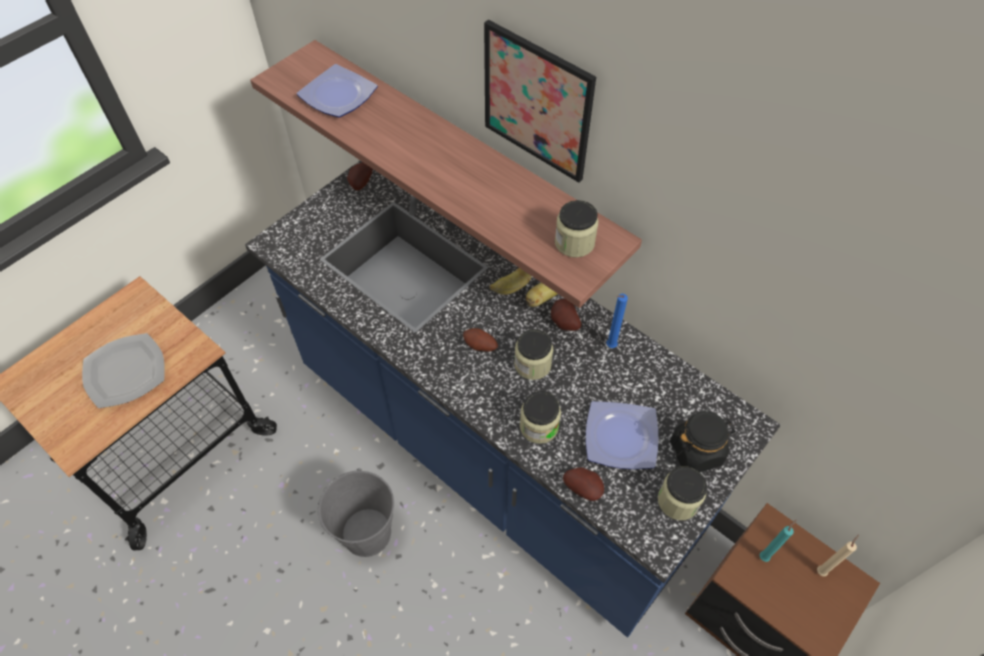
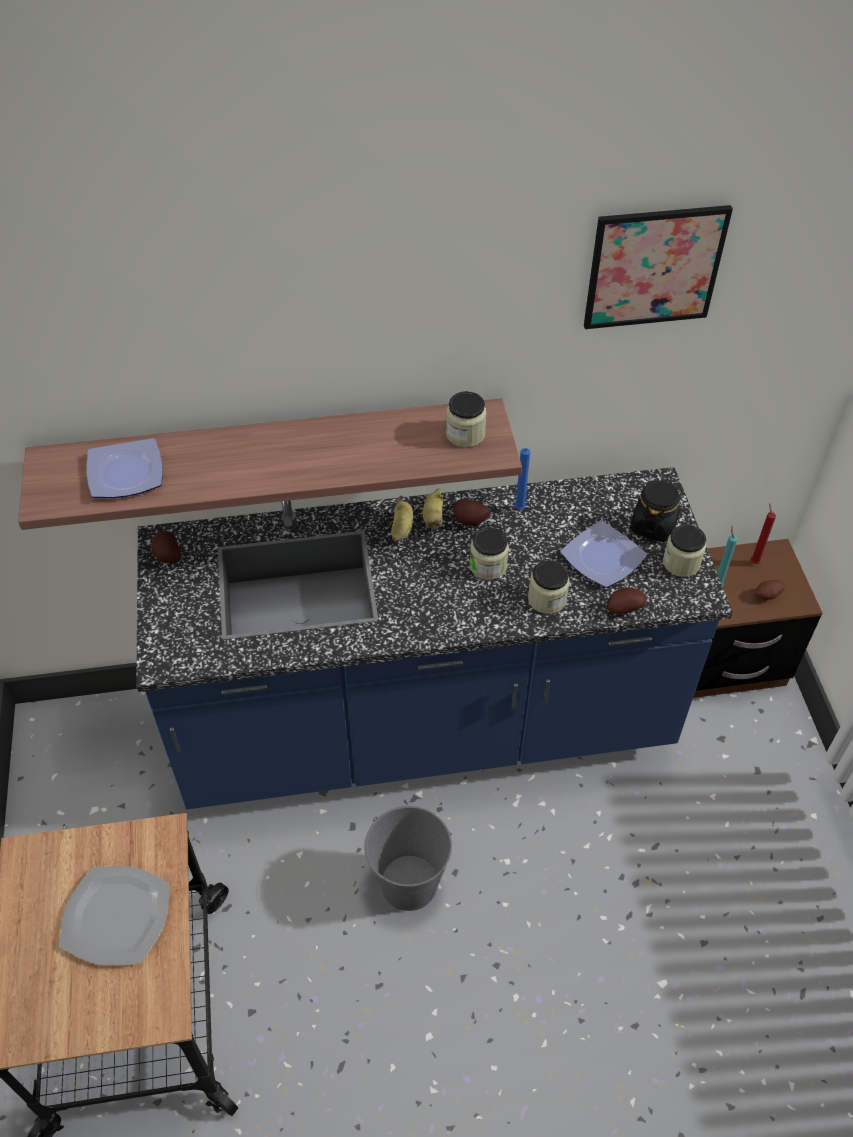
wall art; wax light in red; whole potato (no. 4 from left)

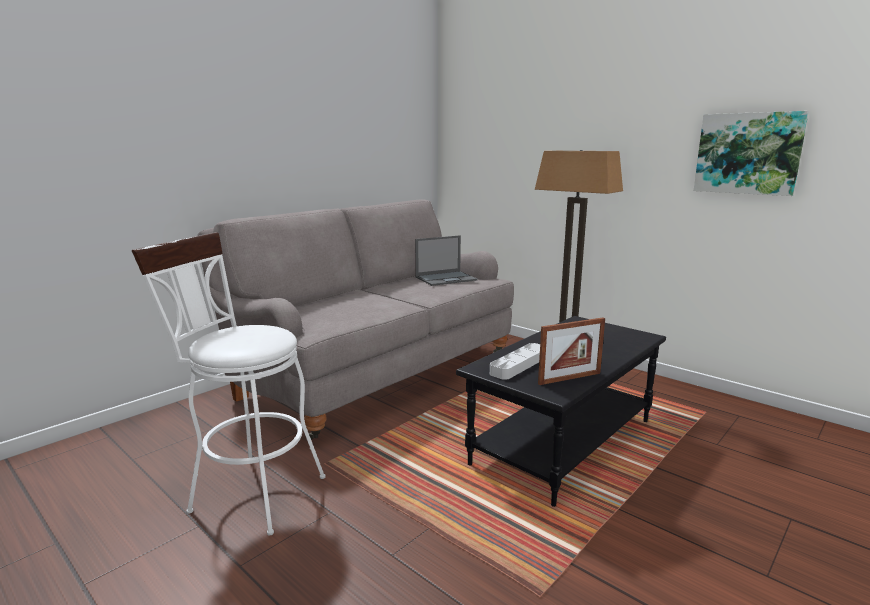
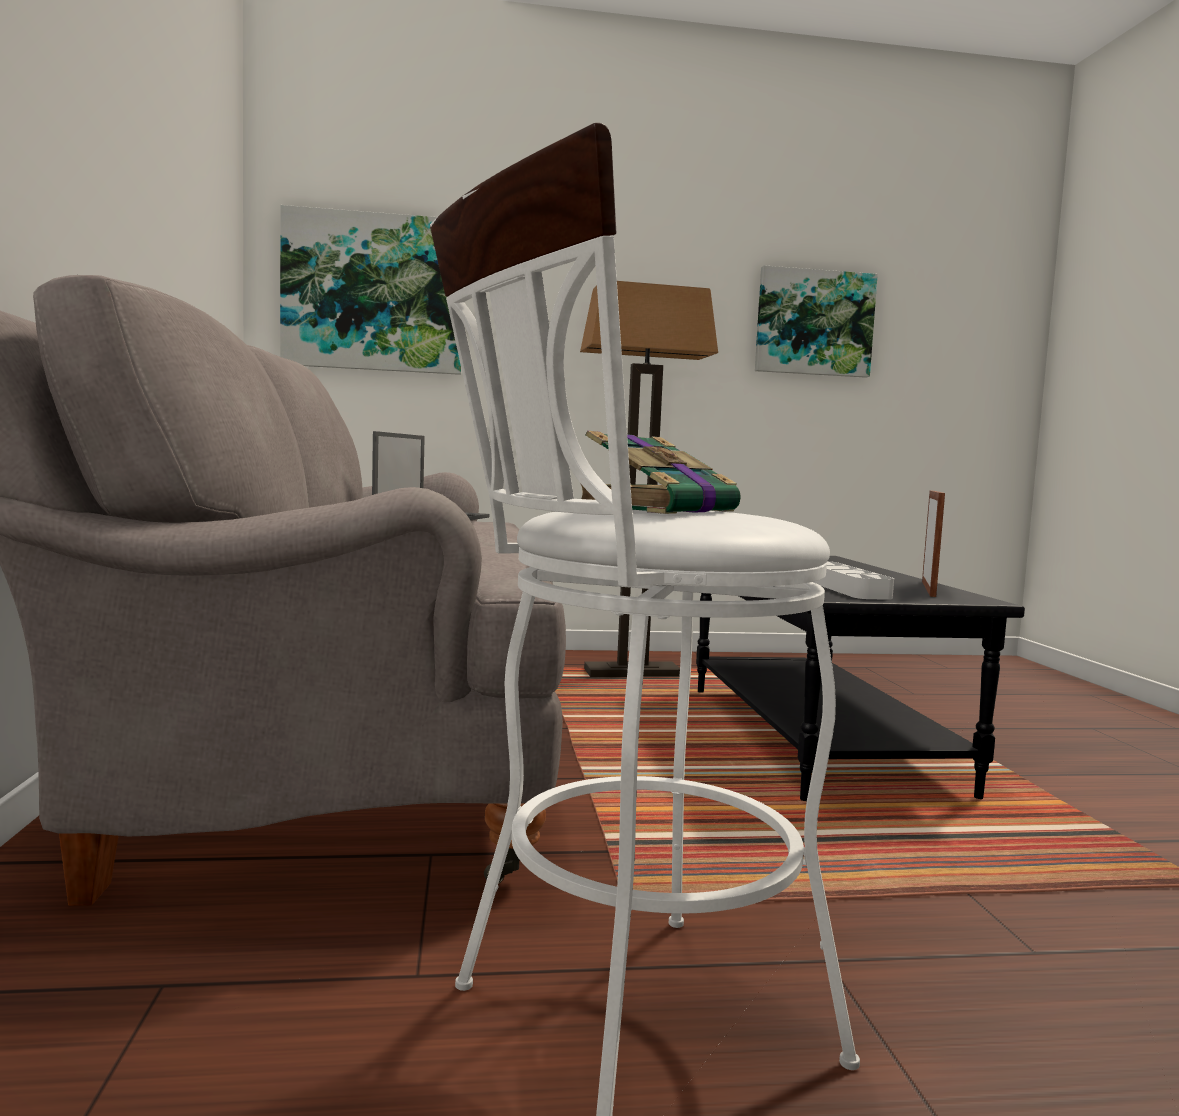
wall art (no. 1 from left); book

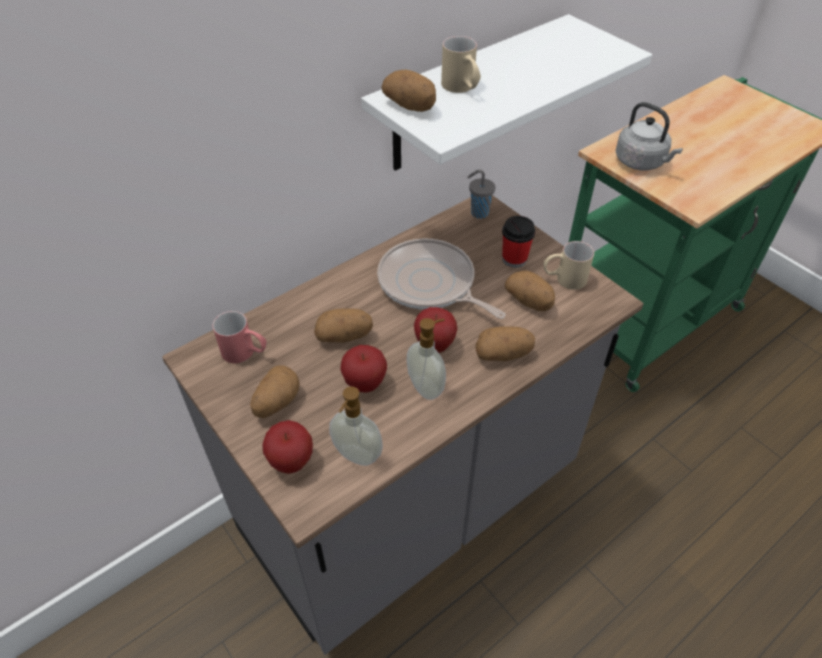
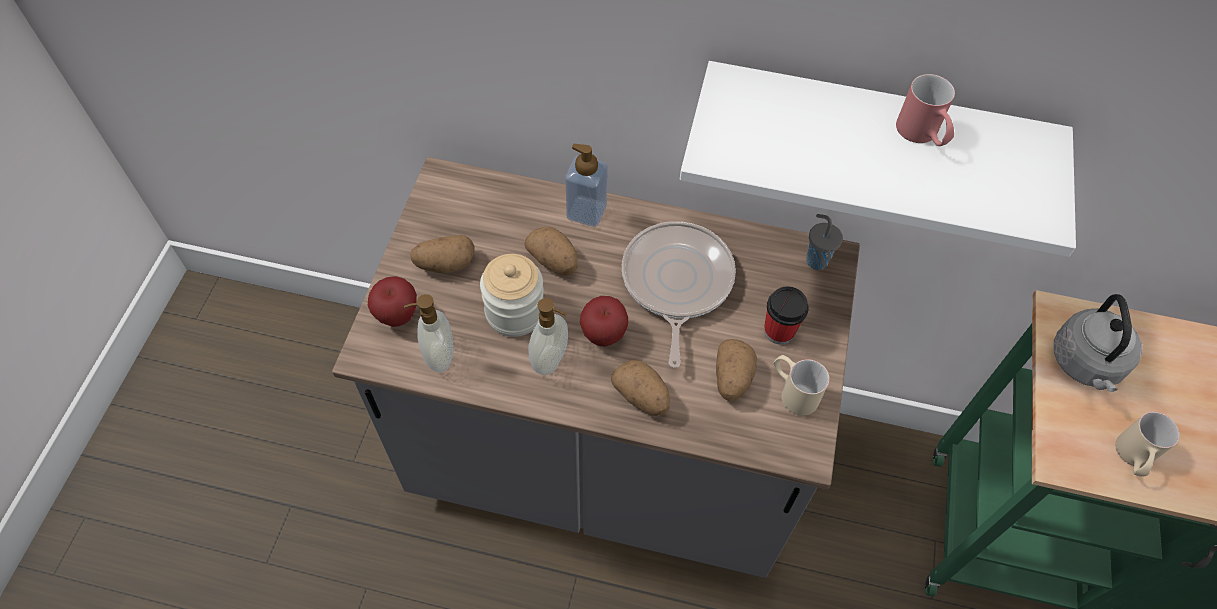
preserve jar; liquid soap bottle (no. 3 from left); tea mug in red; tea mug in beige (no. 2 from left); whole potato (no. 3 from left in the first image)

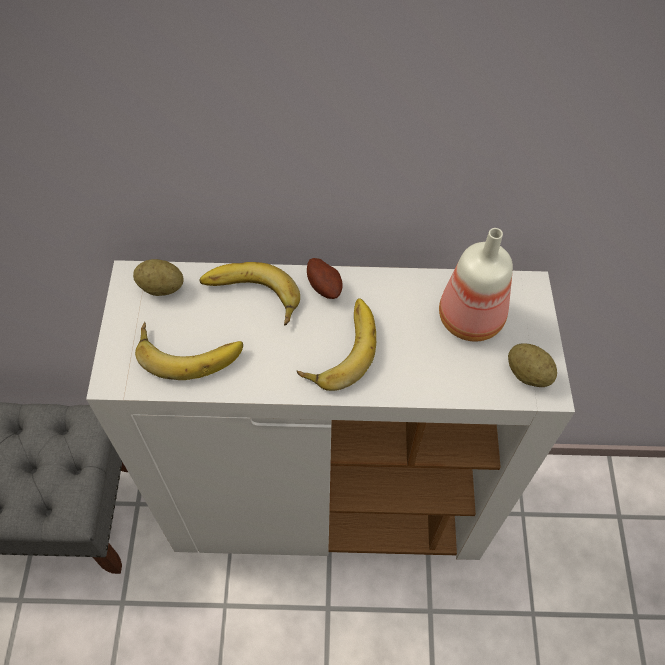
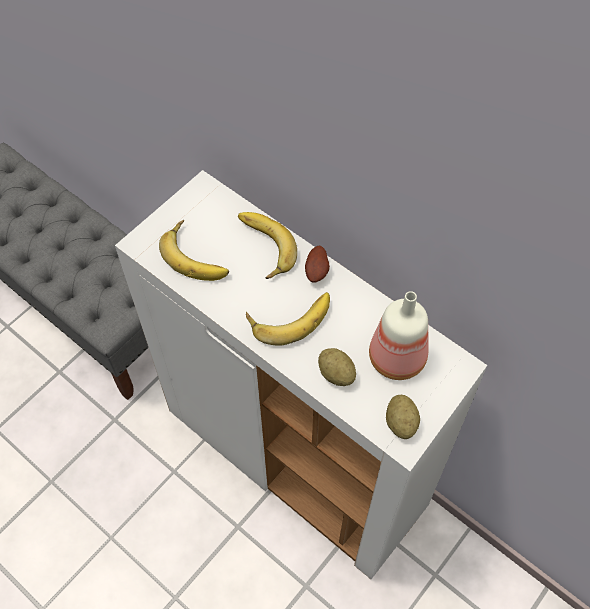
whole potato (no. 2 from left)

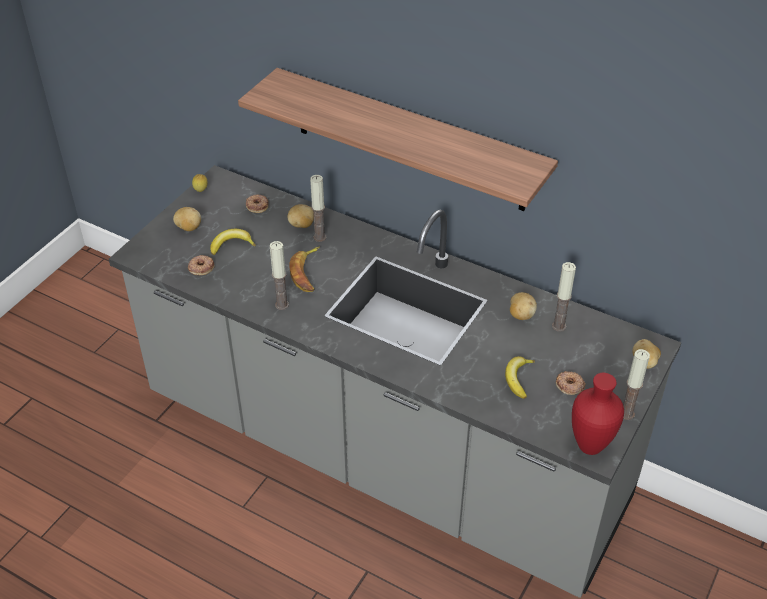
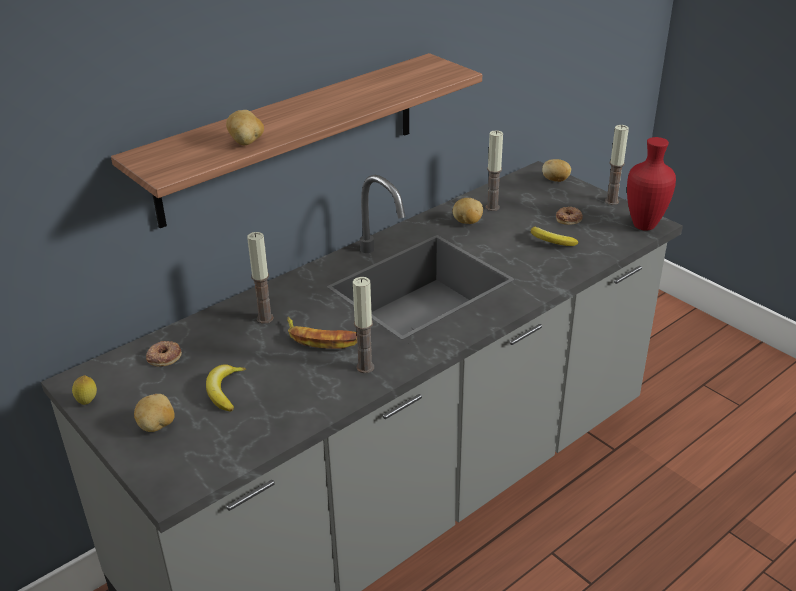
whole potato (no. 2 from left); doughnut (no. 1 from left in the first image)

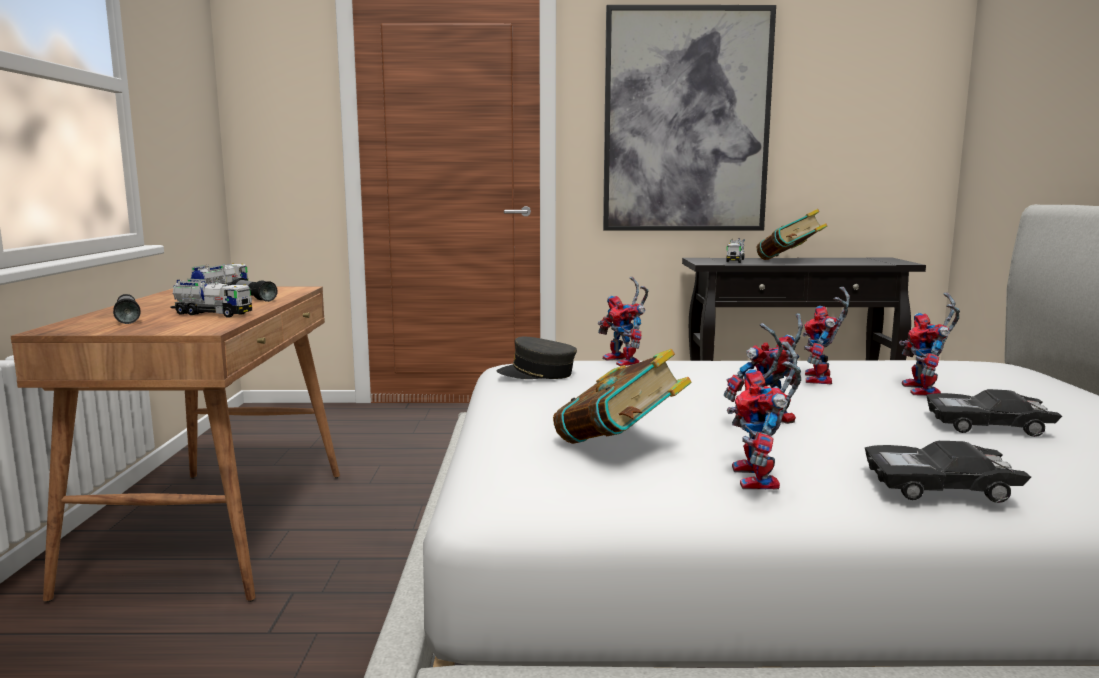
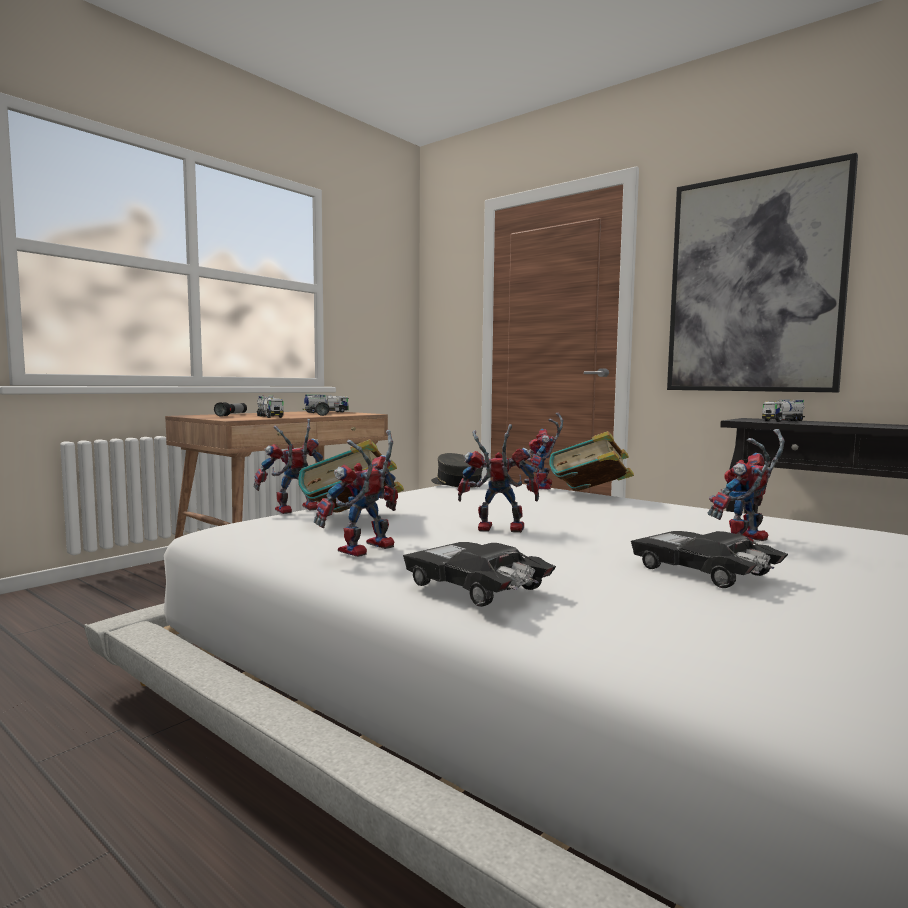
robot figure (no. 1 from left); book (no. 2 from left)

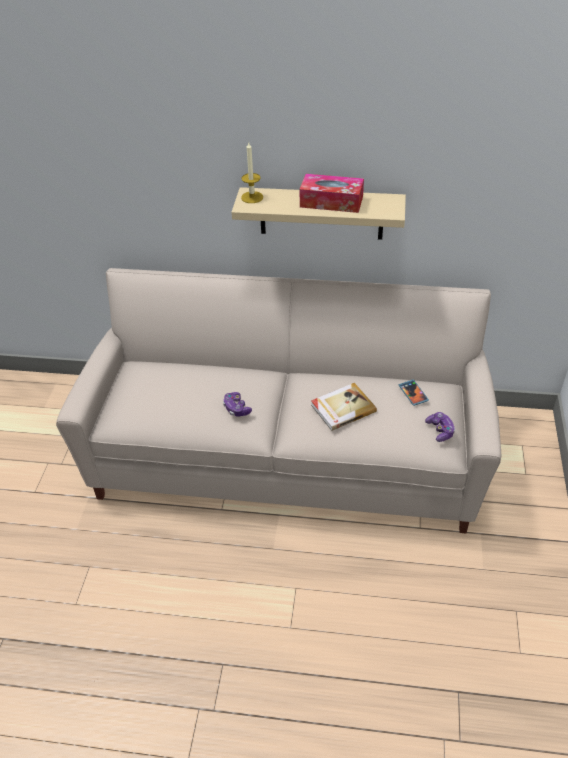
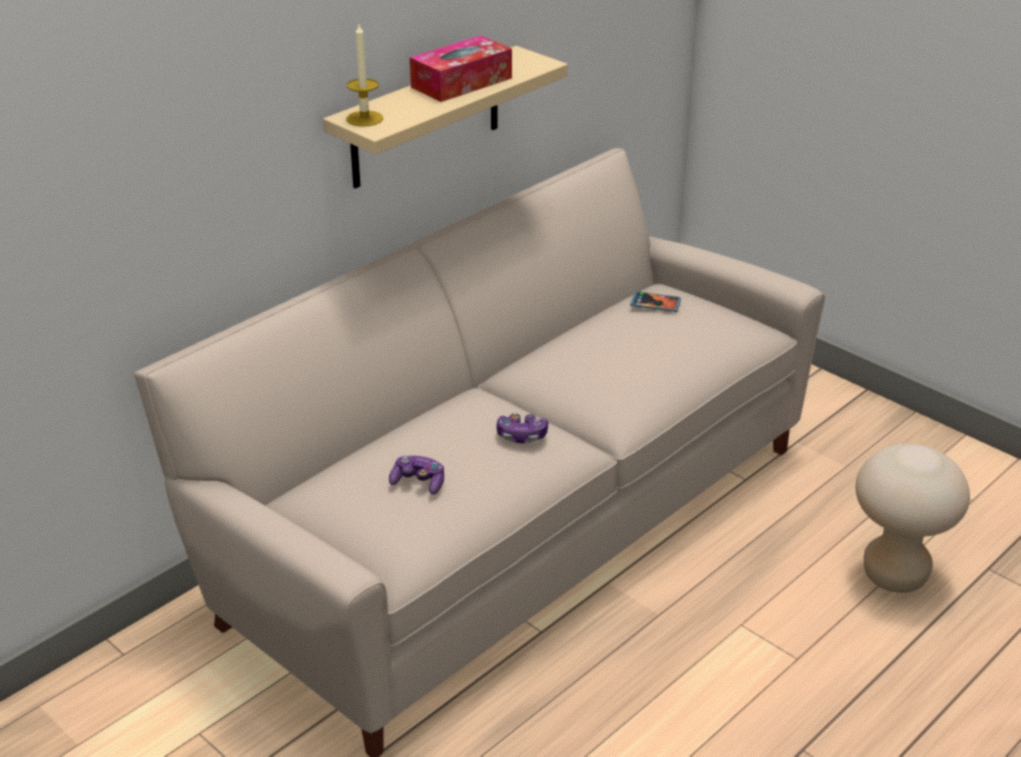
gamepad (no. 1 from left); stool in beige; book

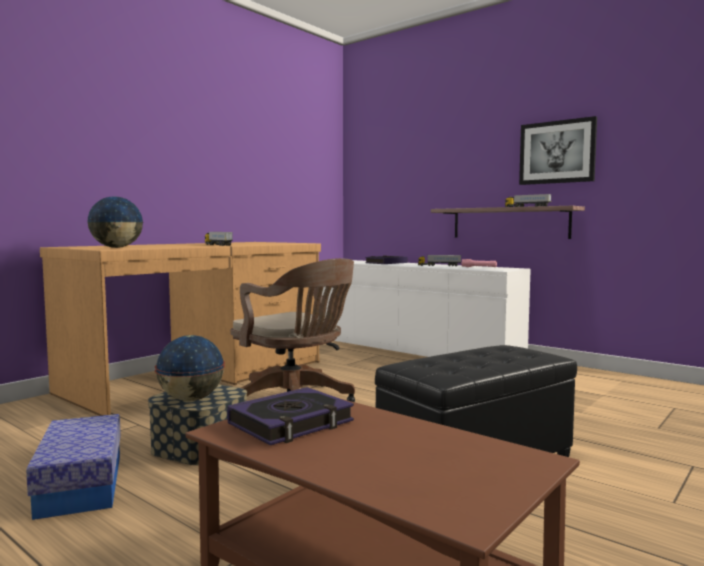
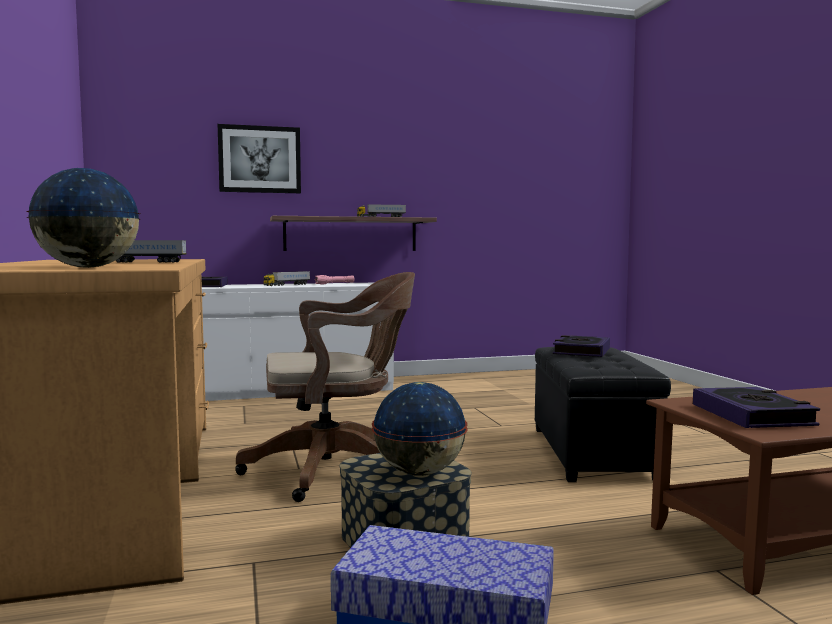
wall art; book (no. 2 from left)

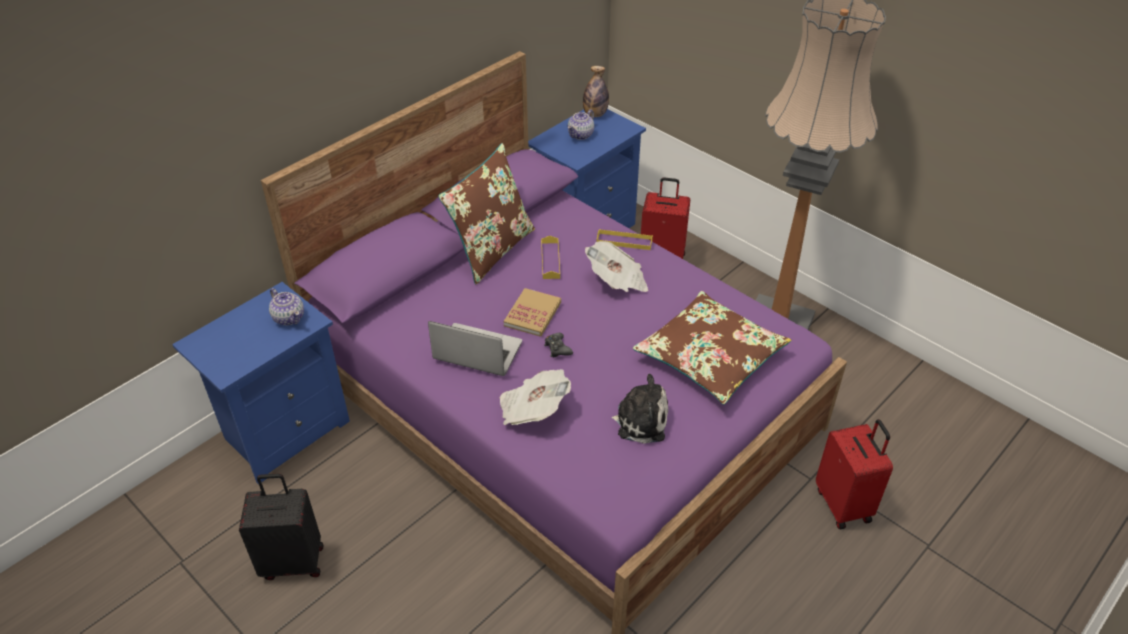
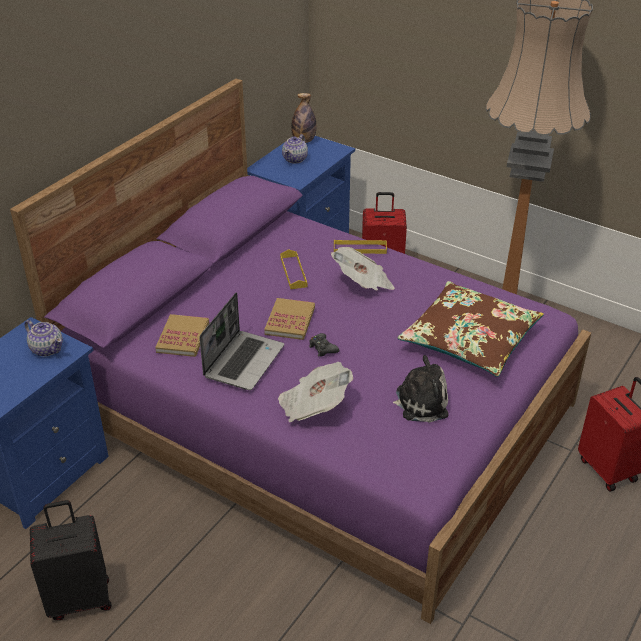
book (no. 1 from left); portable computer; cushion in brown-coloured (no. 1 from left in the first image)

